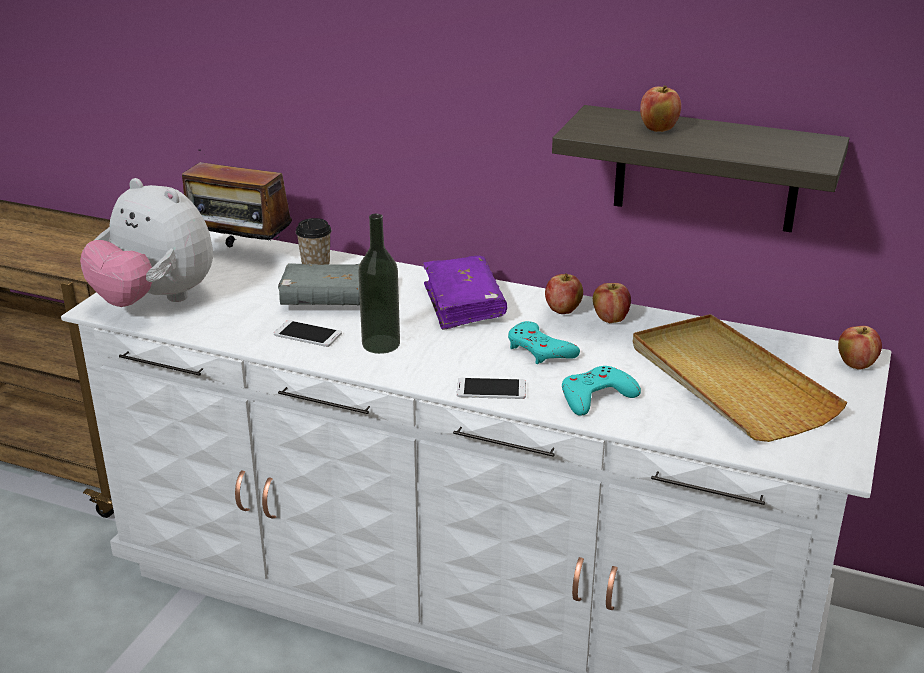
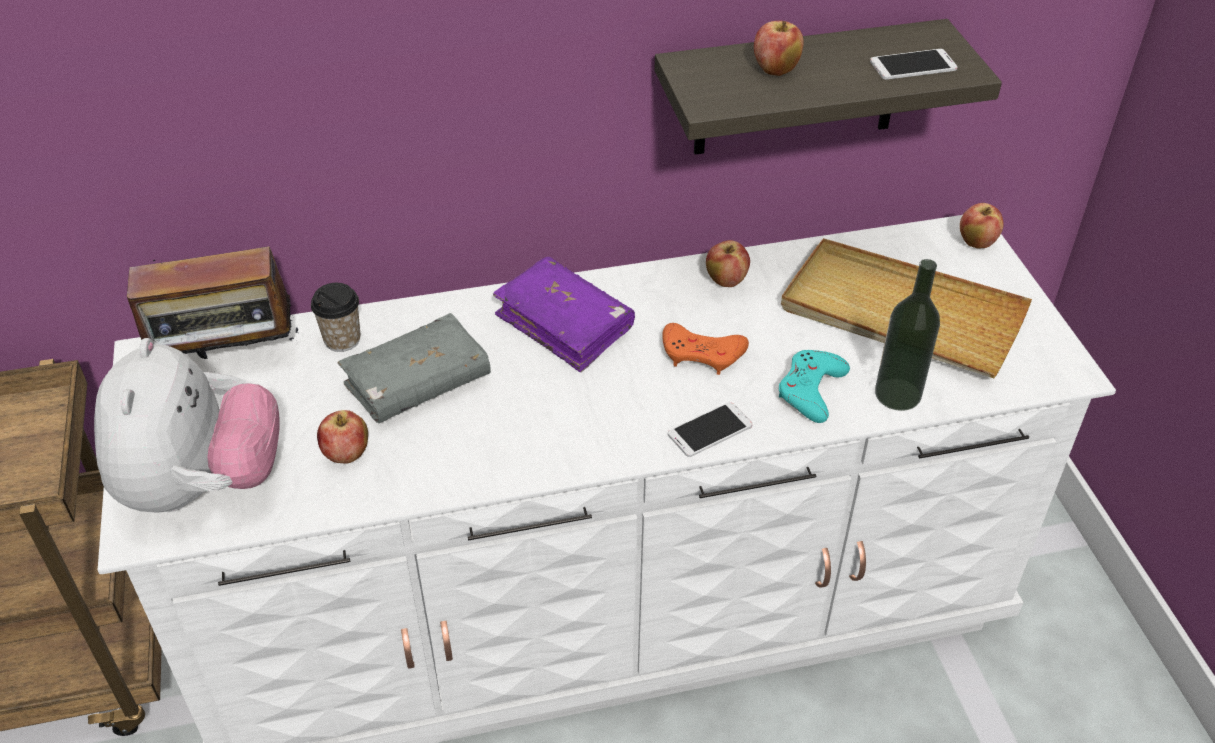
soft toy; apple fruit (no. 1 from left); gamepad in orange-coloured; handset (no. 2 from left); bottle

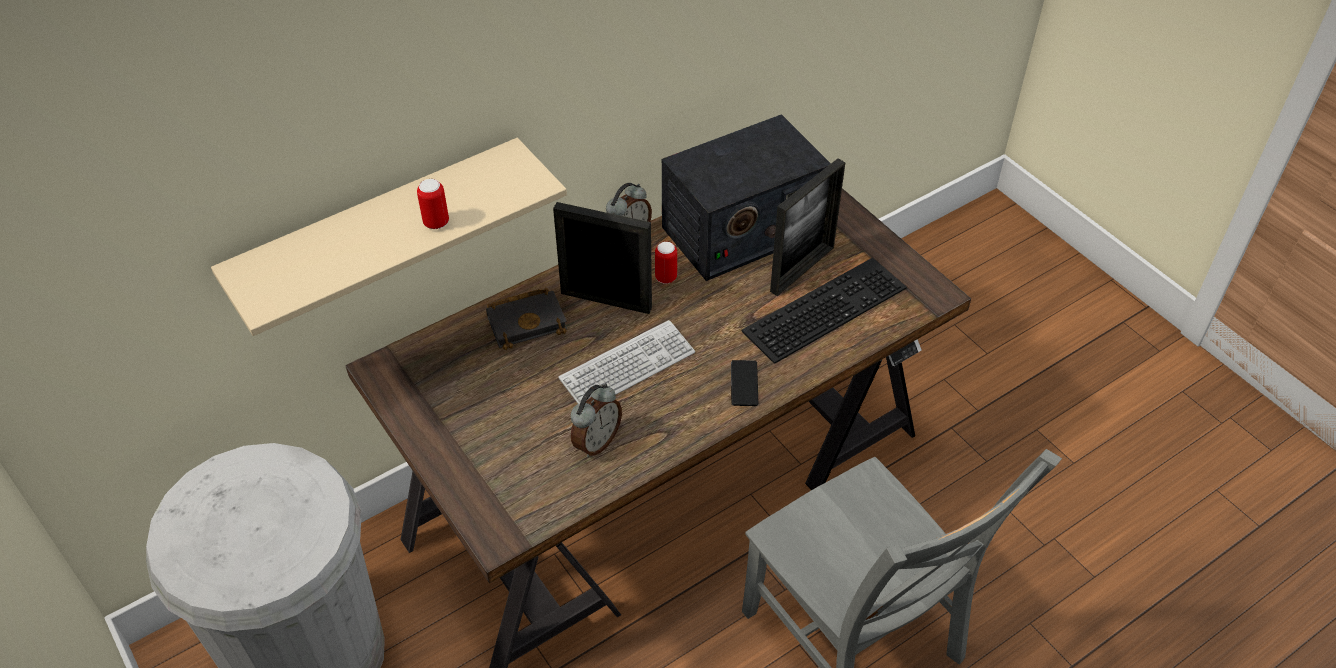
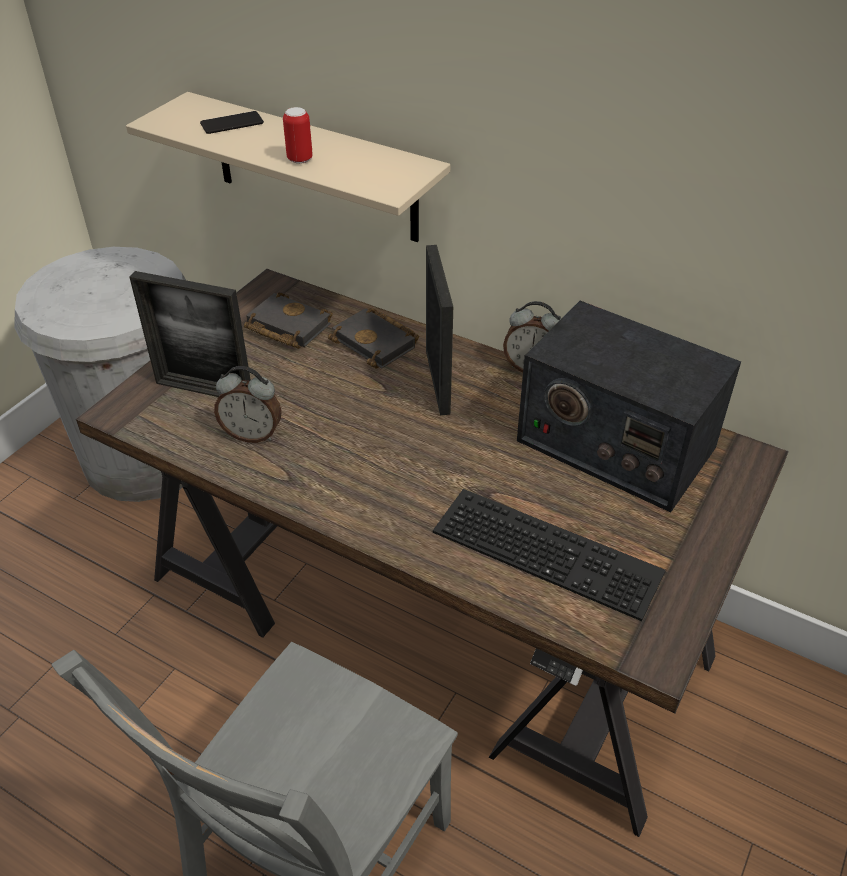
standing frame (no. 1 from left); handset; book in black (no. 1 from left); keyboard (no. 1 from left in the first image); can (no. 2 from left in the first image)

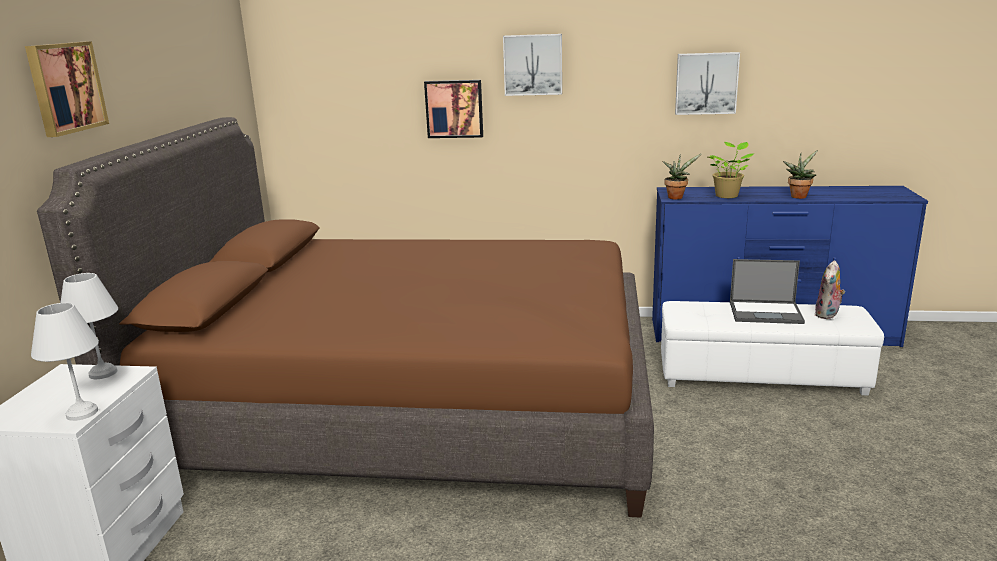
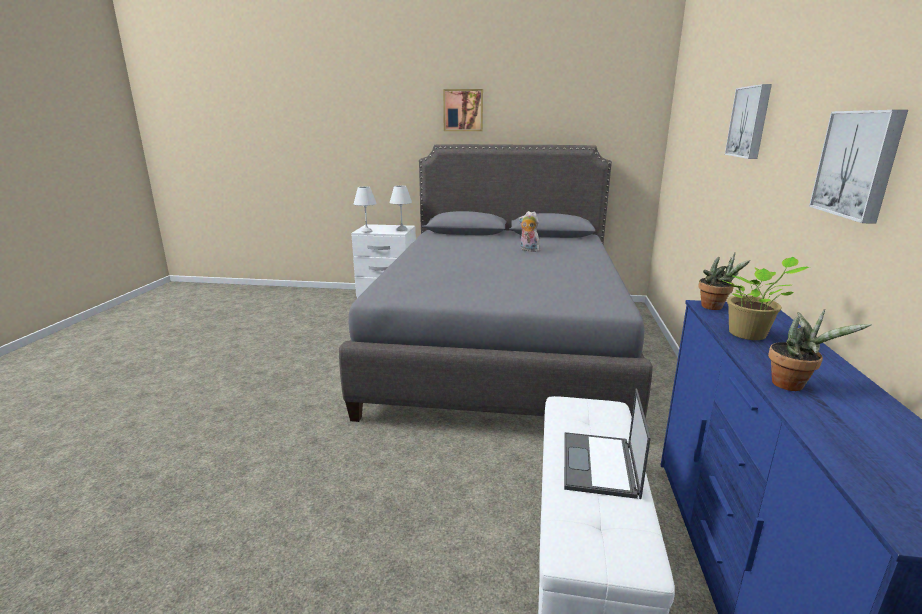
bedroom bed in greyish; soft toy; wall art (no. 2 from left in the first image)

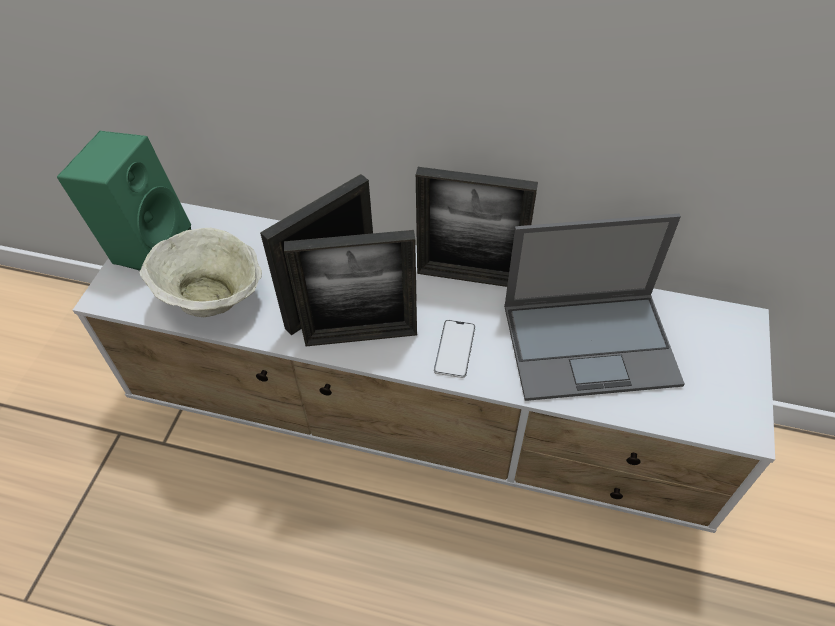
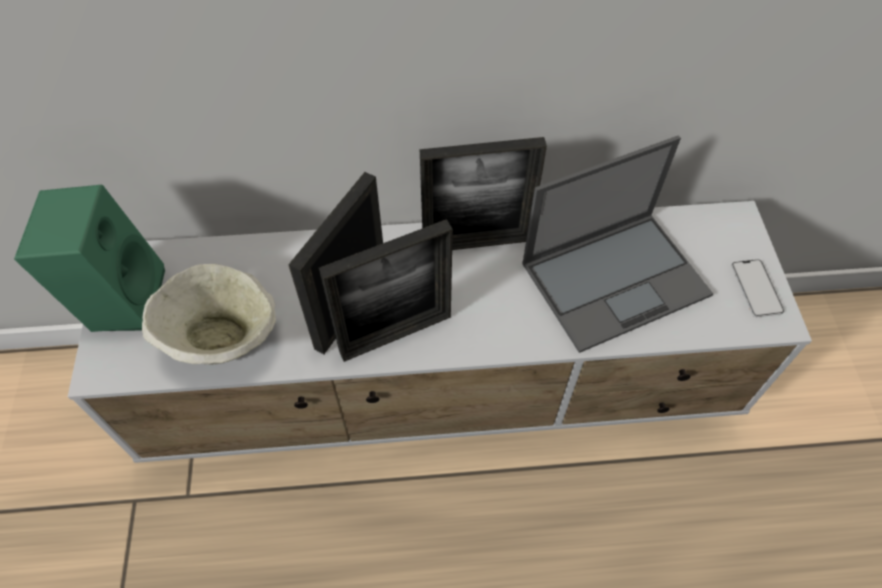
handset

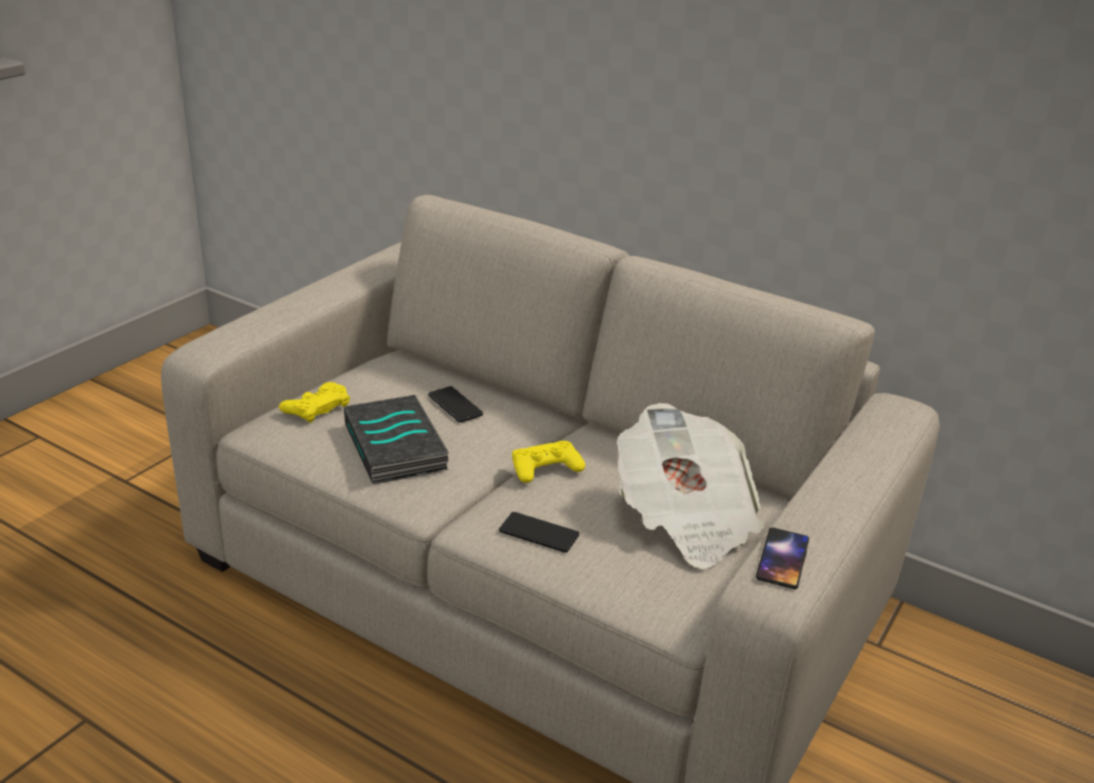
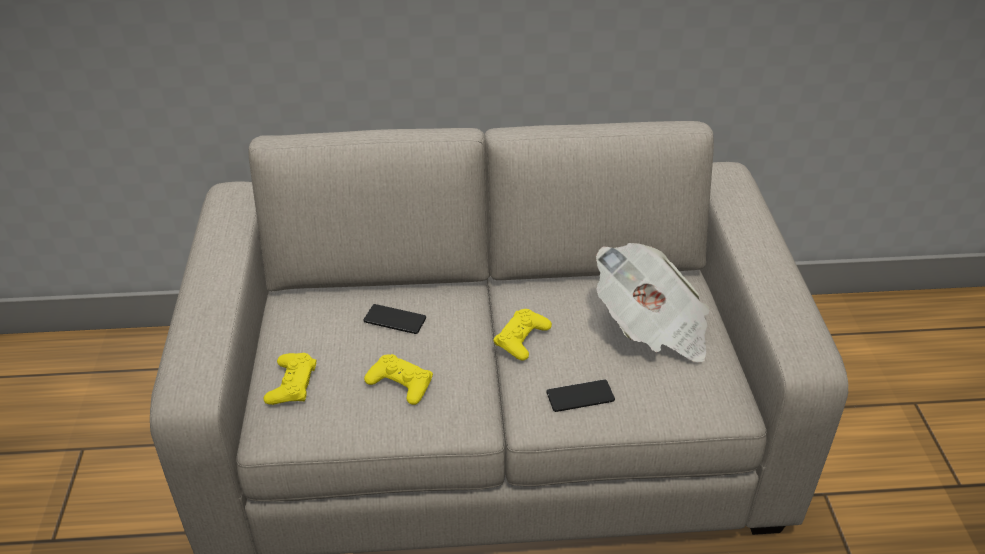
gamepad in yellow-coloured (no. 2 from left); handset (no. 3 from left in the first image)

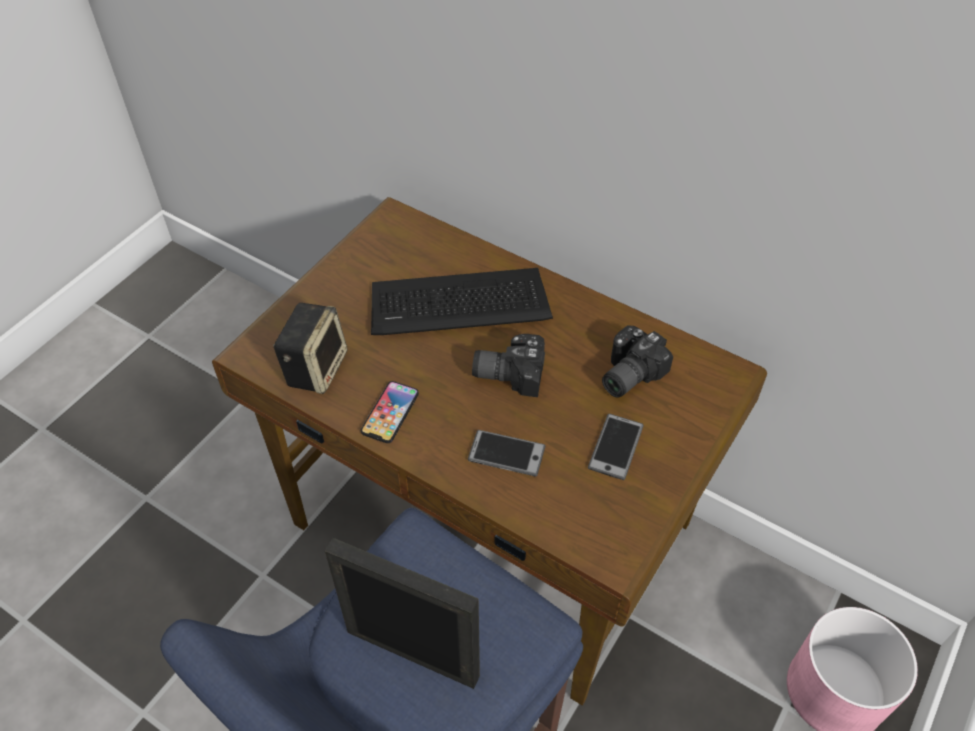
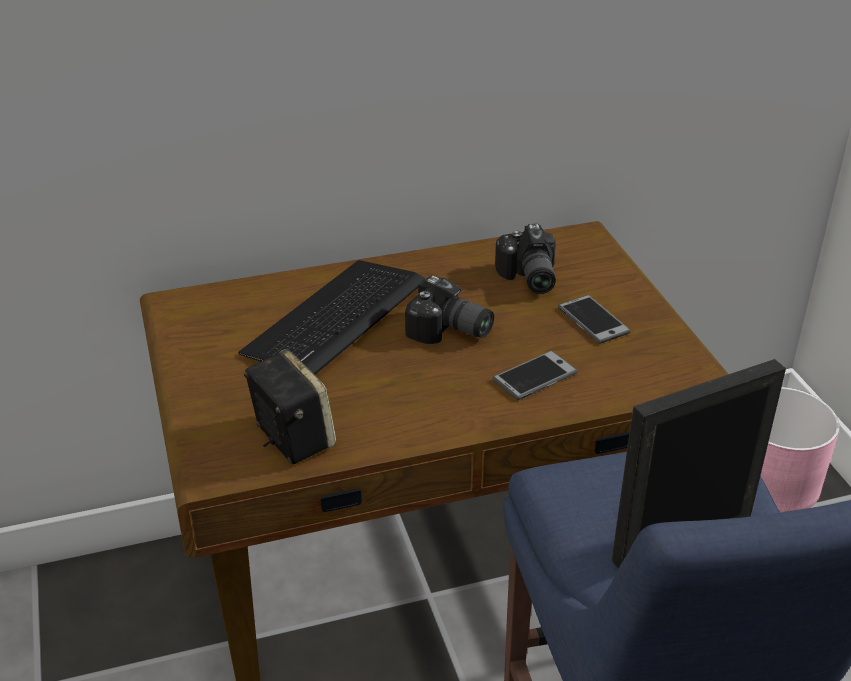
still camera (no. 1 from left); handset (no. 1 from left in the first image)

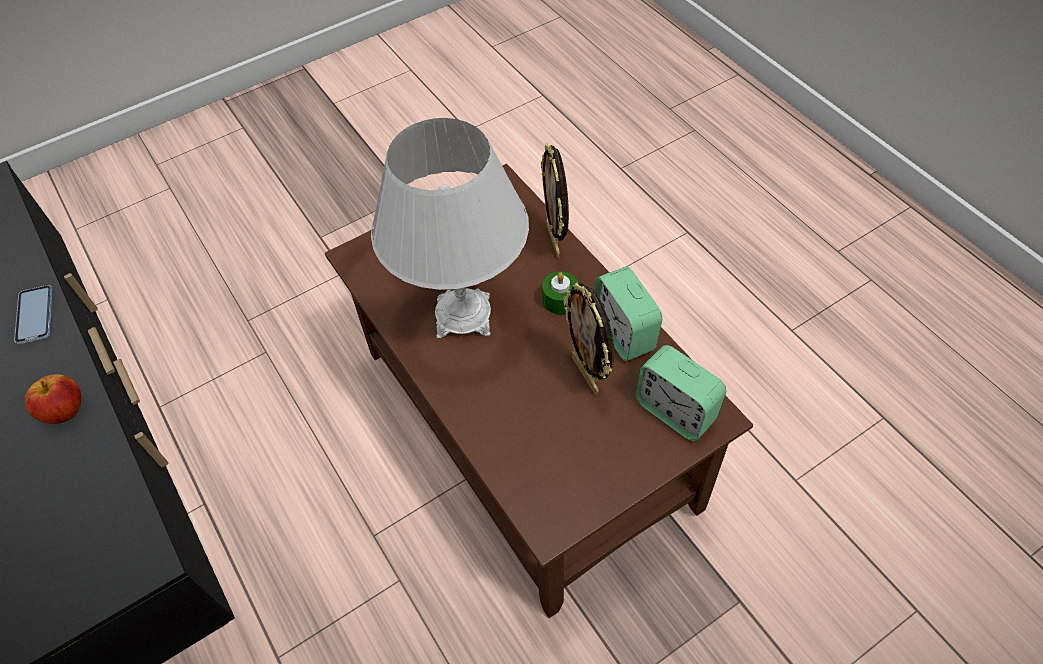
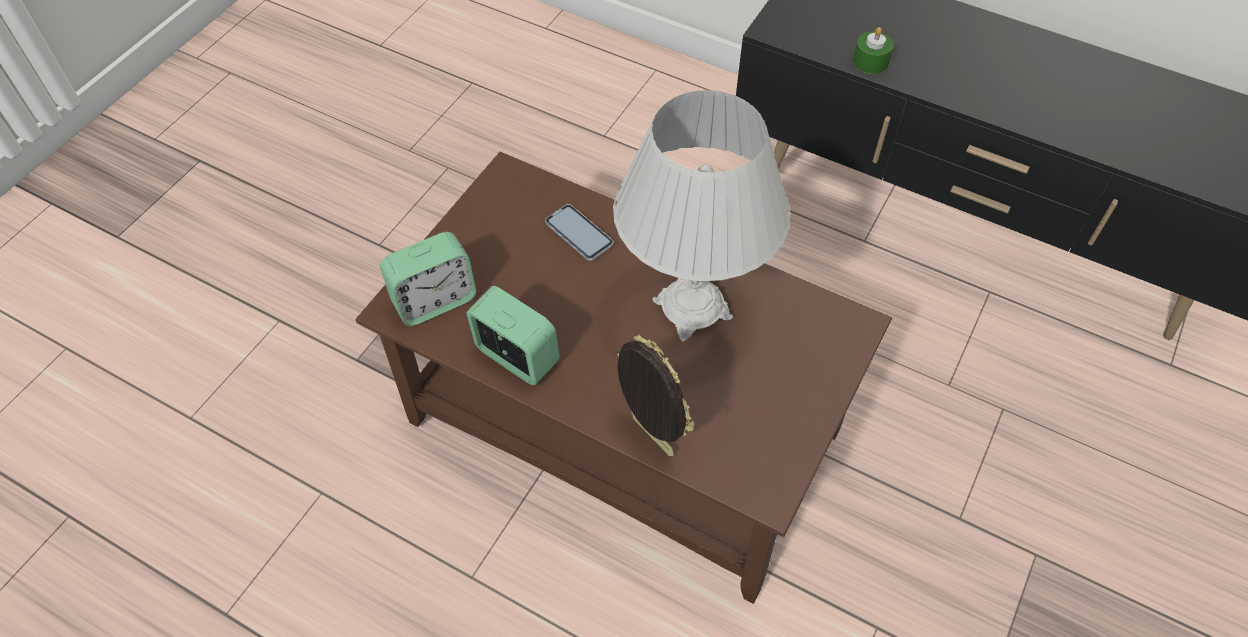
table clock (no. 1 from left); handset; wax light in greenish; apple fruit; standing frame (no. 2 from left in the first image)

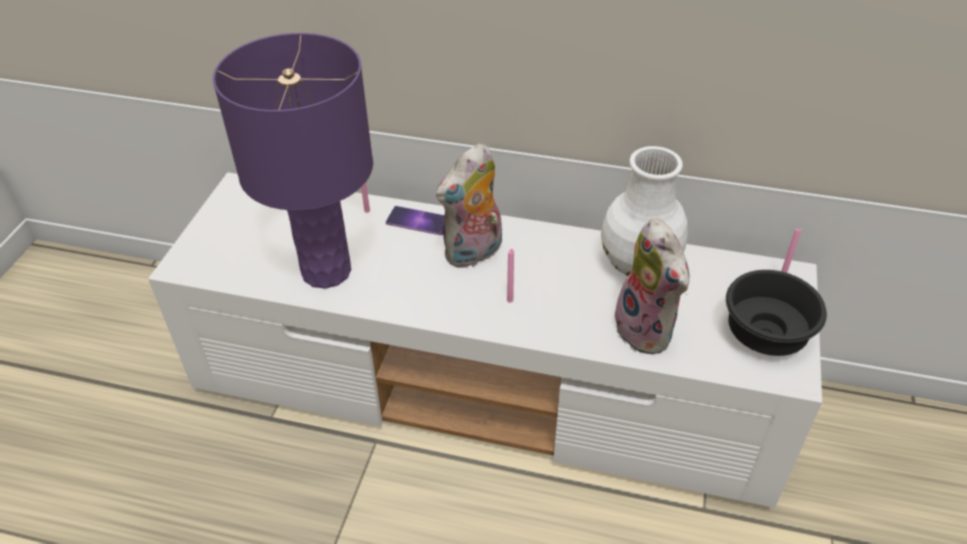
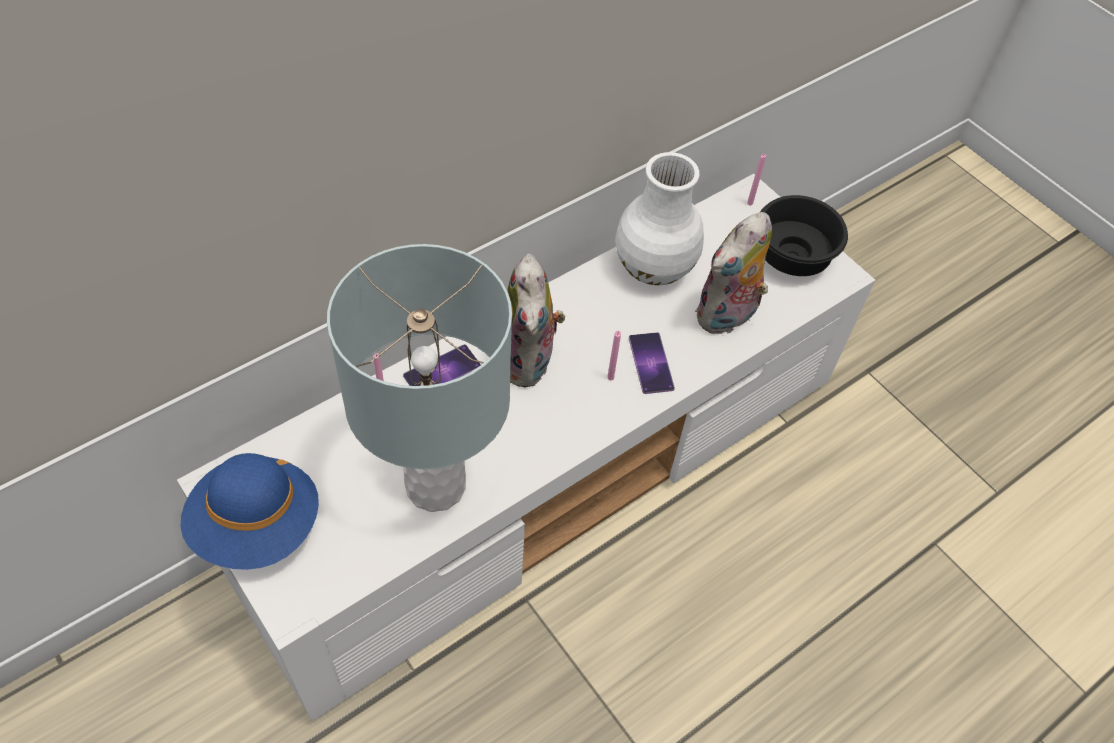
wearable hat in blue; lamp for a table in greyish; handset (no. 2 from left); soft toy (no. 2 from left)

